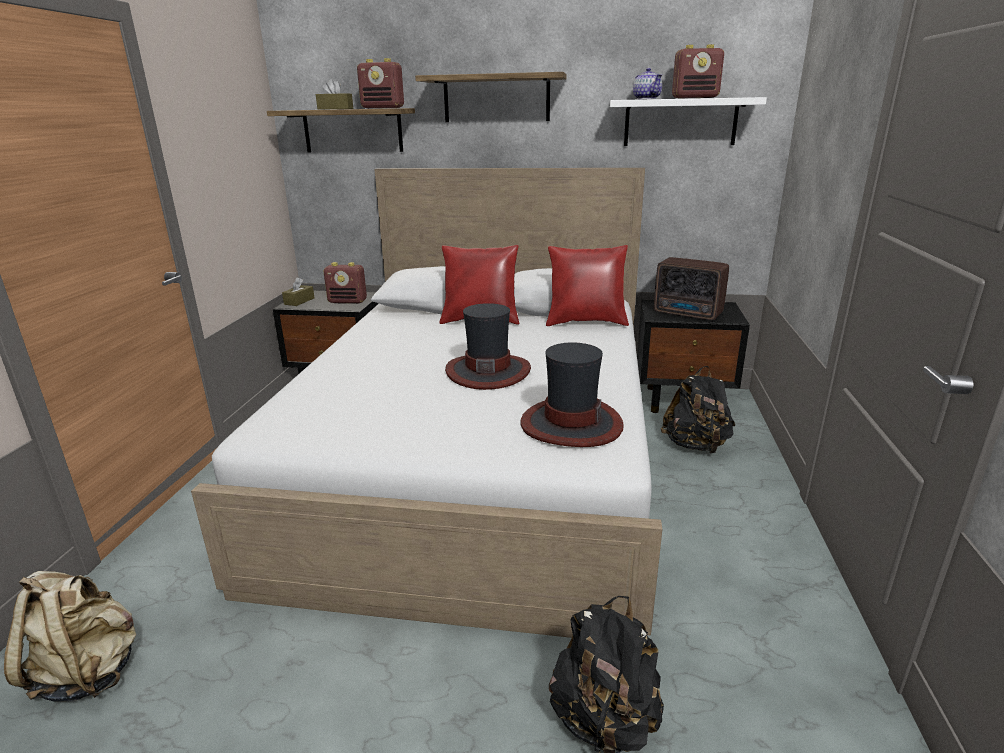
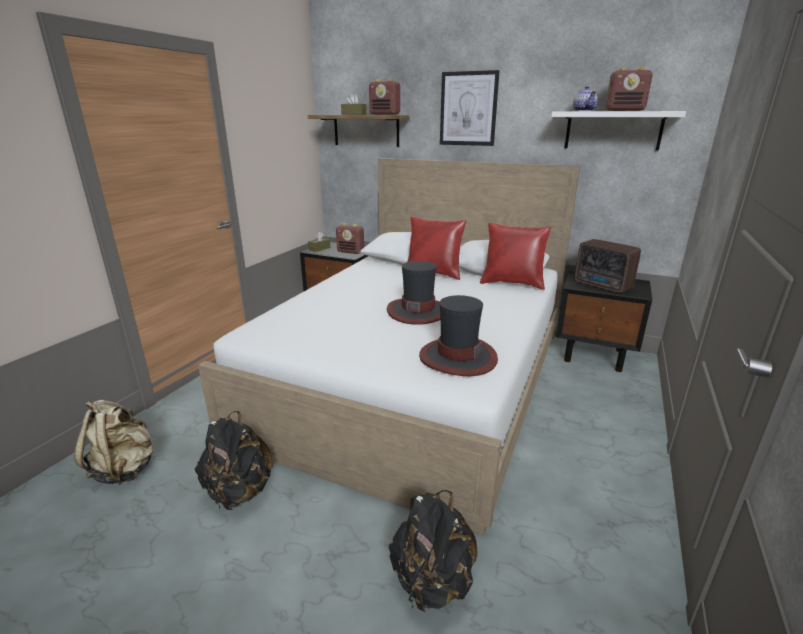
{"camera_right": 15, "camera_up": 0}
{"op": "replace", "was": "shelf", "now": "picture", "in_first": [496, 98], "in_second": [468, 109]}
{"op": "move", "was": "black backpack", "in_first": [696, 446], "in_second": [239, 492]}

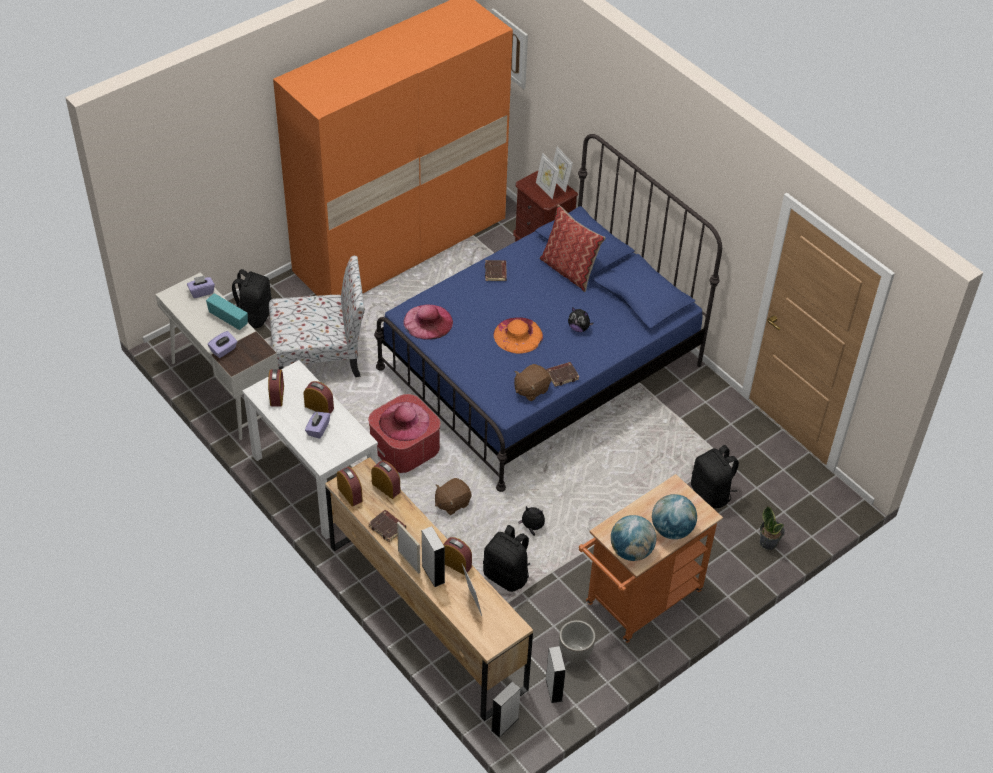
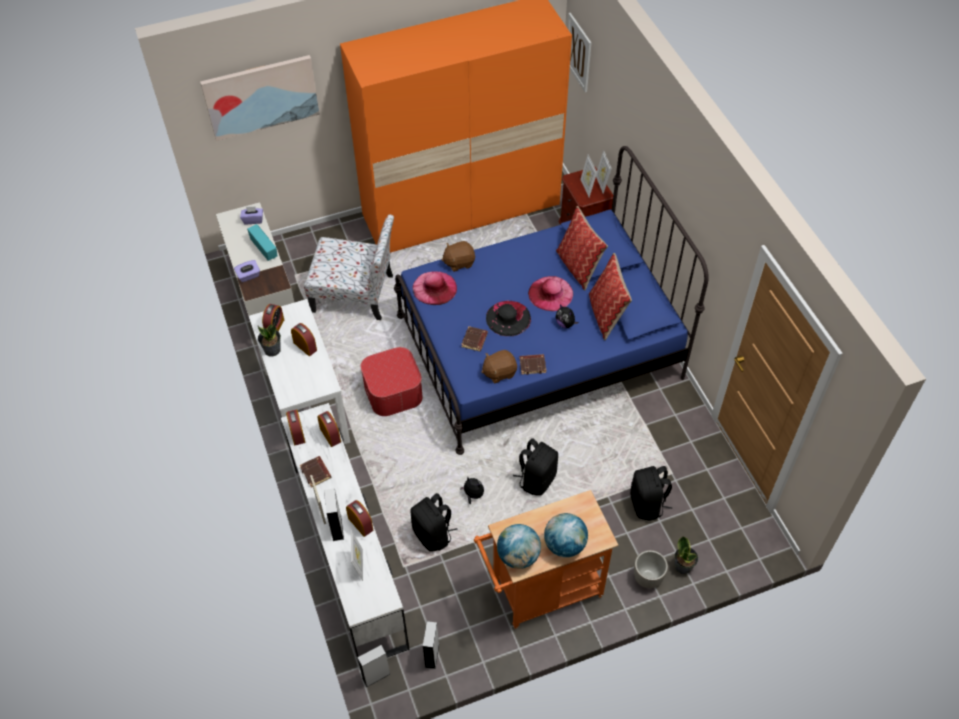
{"camera_right": 20, "camera_up": 5}
{"op": "move", "was": "black backpack", "in_first": [254, 315], "in_second": [536, 479]}
{"op": "delete", "was": "purple tissue box", "in_first": [318, 429]}
{"op": "recolor", "was": "brown dresser", "now": "white dresser", "in_first": [426, 616], "in_second": [349, 554]}
{"op": "move", "was": "pink hat", "in_first": [404, 421], "in_second": [550, 293]}
{"op": "move", "was": "brown plush toy", "in_first": [452, 503], "in_second": [459, 262]}
{"op": "move", "was": "brown book", "in_first": [496, 272], "in_second": [474, 340]}
{"op": "recolor", "was": "orange hat", "now": "black hat", "in_first": [518, 335], "in_second": [508, 318]}
{"op": "move", "was": "planter", "in_first": [575, 653], "in_second": [647, 578]}
{"op": "insert", "now": "picture", "in_second": [261, 96]}
{"op": "insert", "now": "potted plant", "in_second": [272, 349]}
{"op": "insert", "now": "pillow", "in_second": [606, 315]}

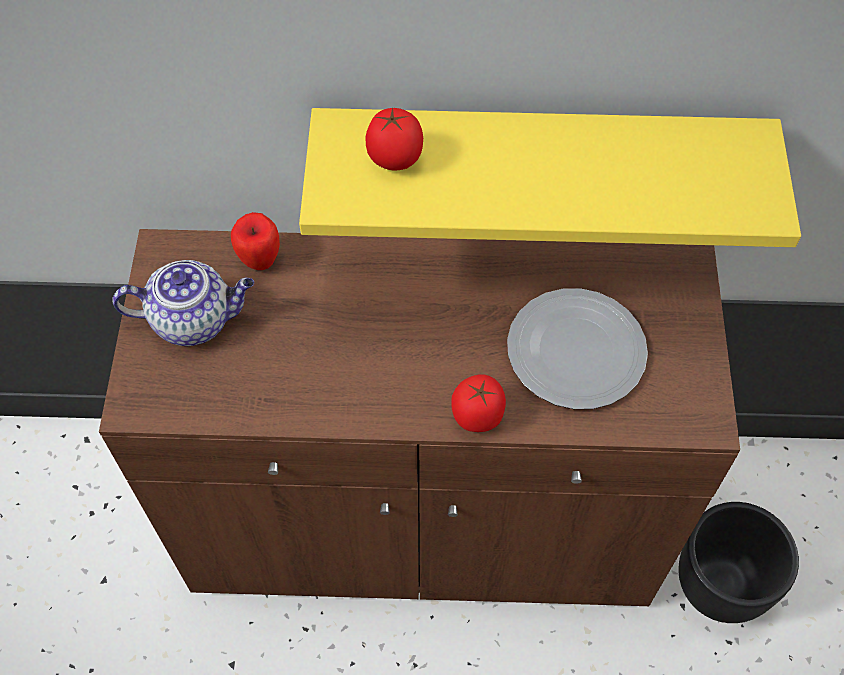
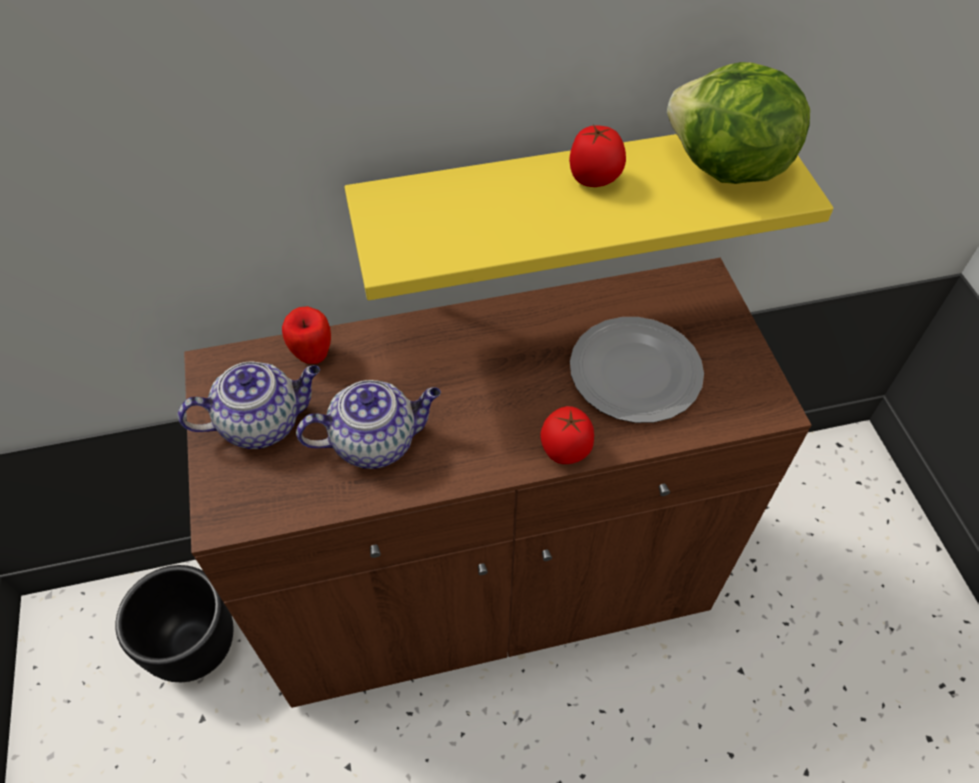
{"camera_right": -15, "camera_up": -5}
{"op": "move", "was": "tomato", "in_first": [395, 160], "in_second": [594, 180]}
{"op": "move", "was": "black planter", "in_first": [719, 583], "in_second": [195, 645]}
{"op": "insert", "now": "teapot", "in_second": [376, 441]}
{"op": "insert", "now": "lettuce", "in_second": [726, 168]}

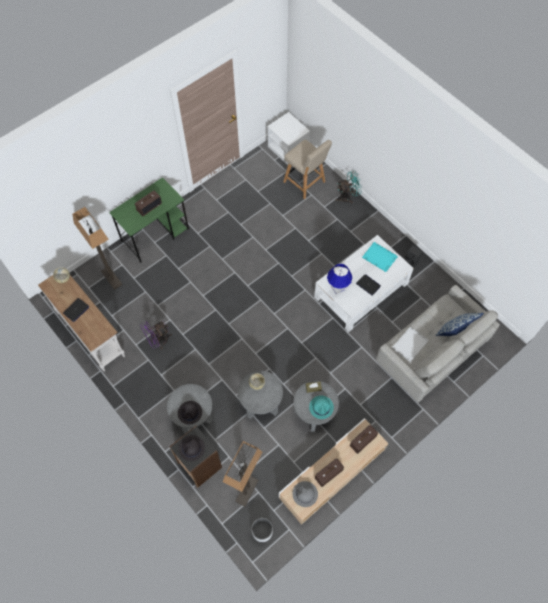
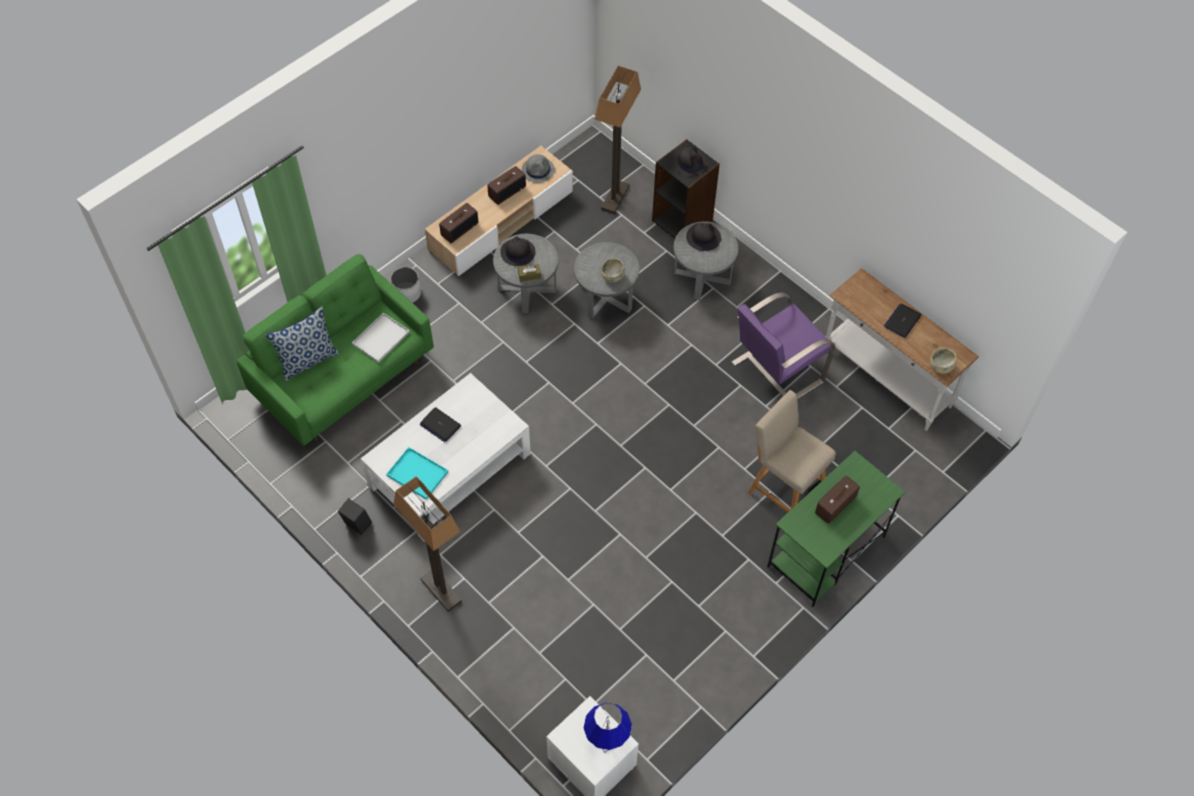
{"camera_right": 175, "camera_up": -5}
{"op": "move", "was": "floor lamp", "in_first": [112, 278], "in_second": [440, 590]}
{"op": "replace", "was": "purple fan", "now": "purple armchair", "in_first": [158, 341], "in_second": [776, 372]}
{"op": "move", "was": "white planter", "in_first": [262, 531], "in_second": [407, 293]}
{"op": "move", "was": "beige chair", "in_first": [305, 183], "in_second": [783, 488]}
{"op": "recolor", "was": "turquoise hat", "now": "black hat", "in_first": [321, 407], "in_second": [517, 252]}
{"op": "move", "was": "blue table lamp", "in_first": [337, 288], "in_second": [607, 740]}
{"op": "delete", "was": "turquoise fan", "in_first": [347, 197]}
{"op": "recolor", "was": "grey sofa", "now": "green sofa", "in_first": [431, 353], "in_second": [344, 377]}

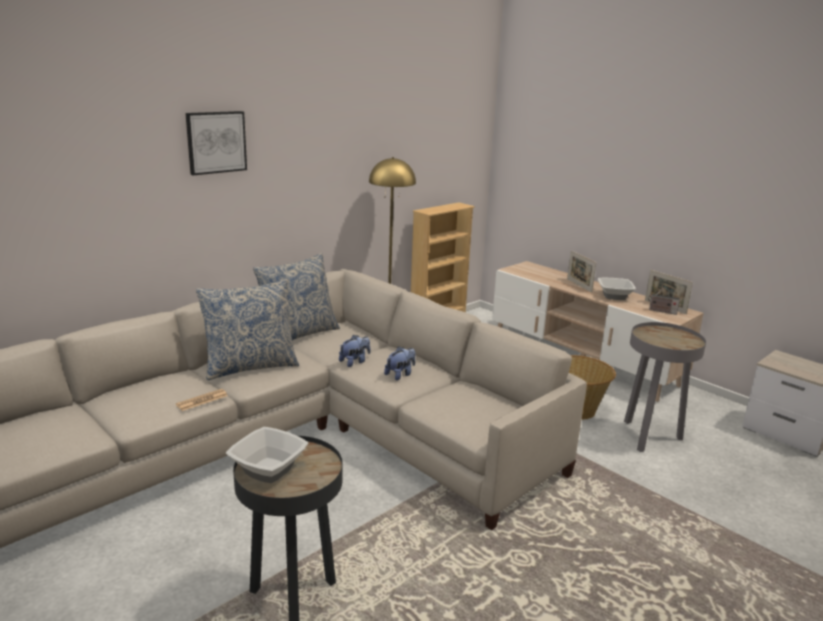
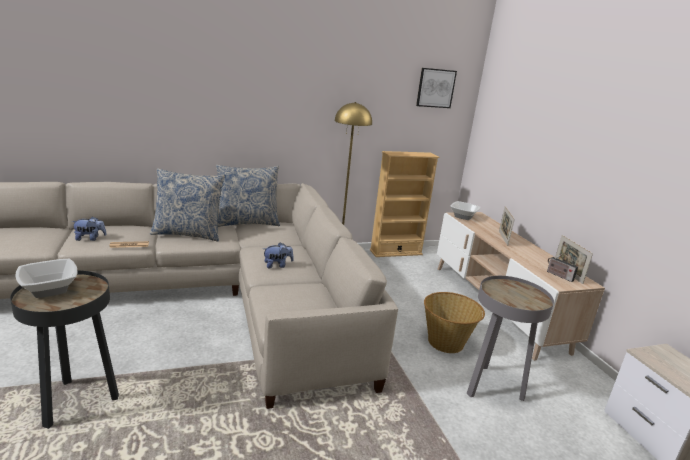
{"camera_right": 25, "camera_up": 0}
{"op": "move", "was": "picture", "in_first": [216, 142], "in_second": [435, 88]}
{"op": "move", "was": "plush toy", "in_first": [355, 362], "in_second": [90, 238]}
{"op": "move", "was": "bowl", "in_first": [614, 296], "in_second": [464, 217]}

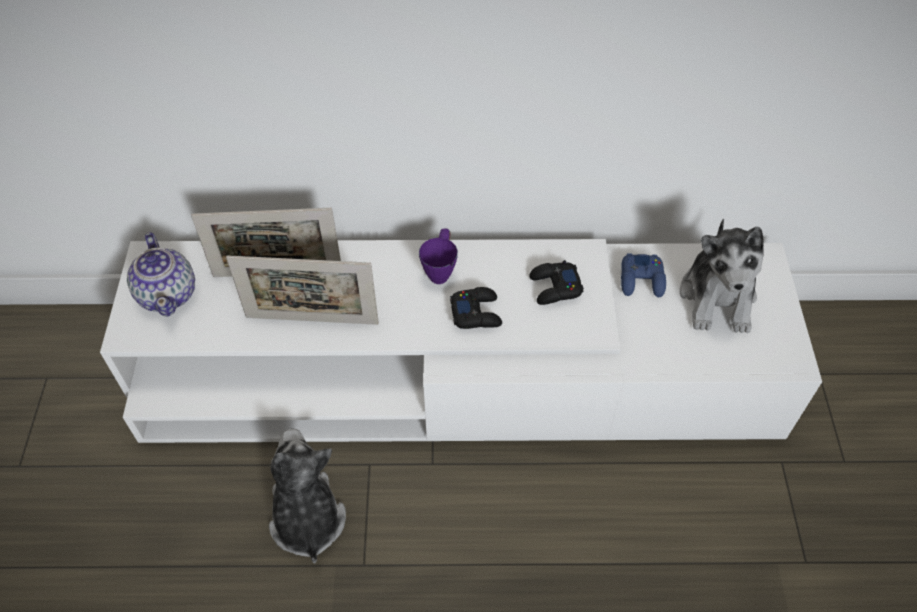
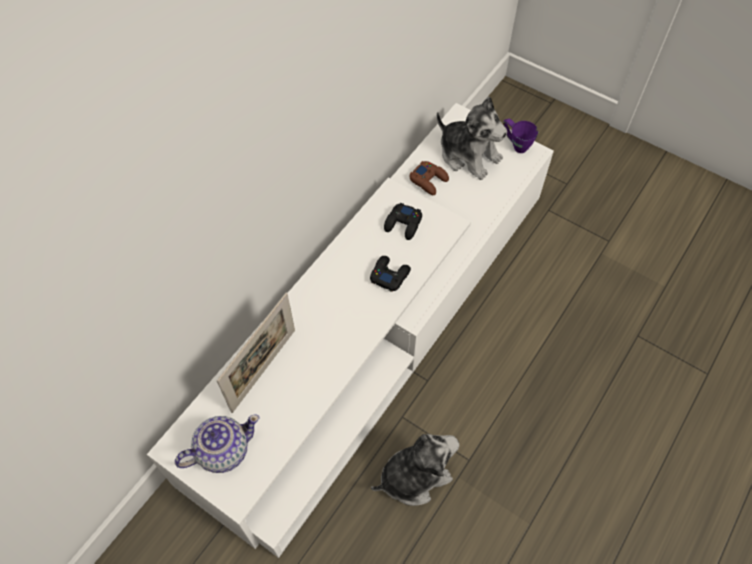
{"camera_right": -55, "camera_up": 5}
{"op": "rotate", "was": "teapot", "in_first": [168, 293], "in_second": [222, 450], "clockwise": -45}
{"op": "delete", "was": "picture frame", "in_first": [312, 320]}
{"op": "rotate", "was": "plush toy", "in_first": [307, 518], "in_second": [414, 476], "clockwise": 135}
{"op": "move", "was": "purple mug", "in_first": [440, 269], "in_second": [515, 145]}
{"op": "recolor", "was": "blue game controller", "now": "brown game controller", "in_first": [642, 280], "in_second": [429, 180]}

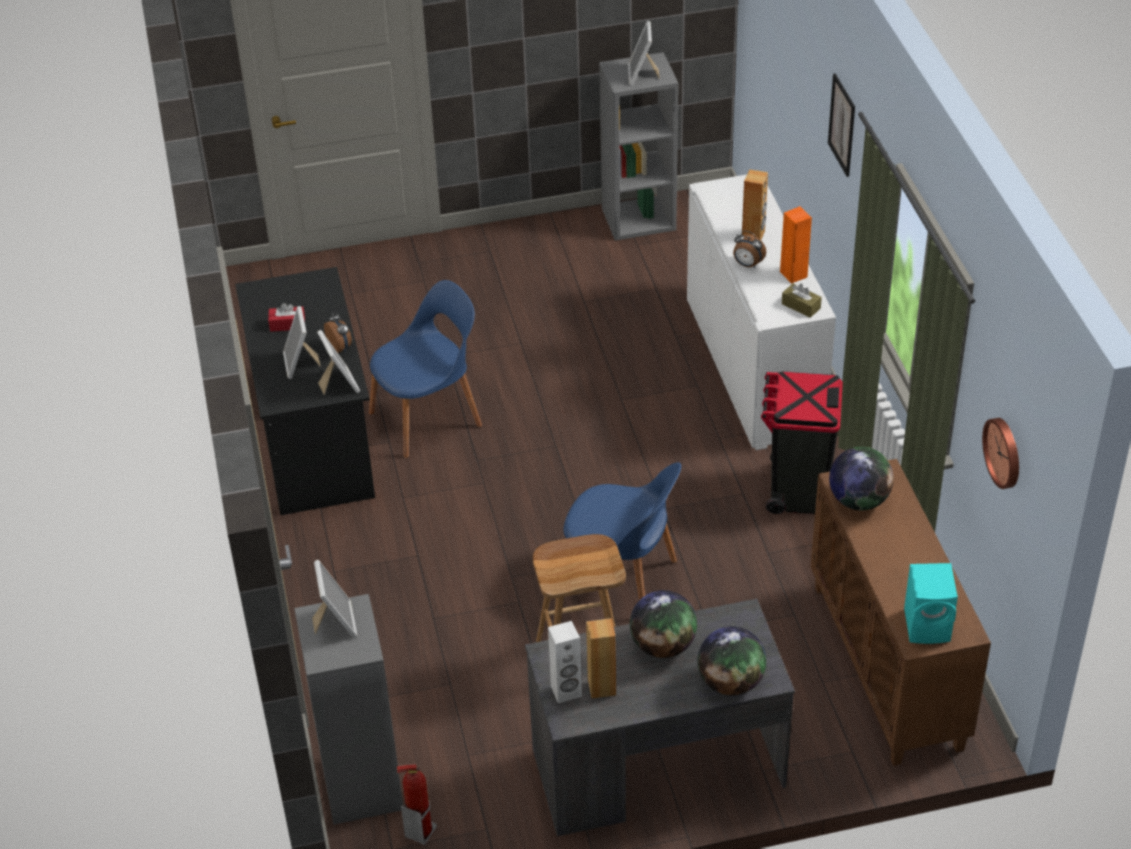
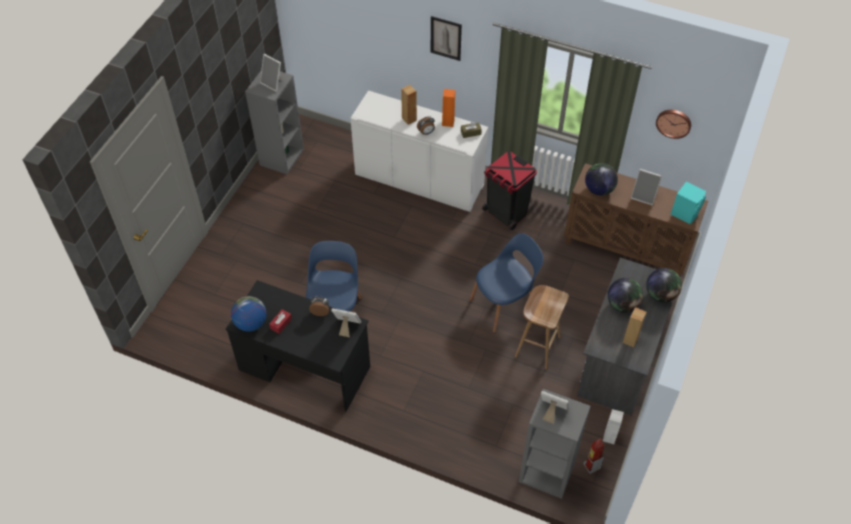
{"camera_right": -55, "camera_up": 10}
{"op": "move", "was": "picture frame", "in_first": [301, 364], "in_second": [644, 196]}
{"op": "move", "was": "white speaker", "in_first": [566, 691], "in_second": [609, 437]}
{"op": "insert", "now": "globe", "in_second": [251, 323]}

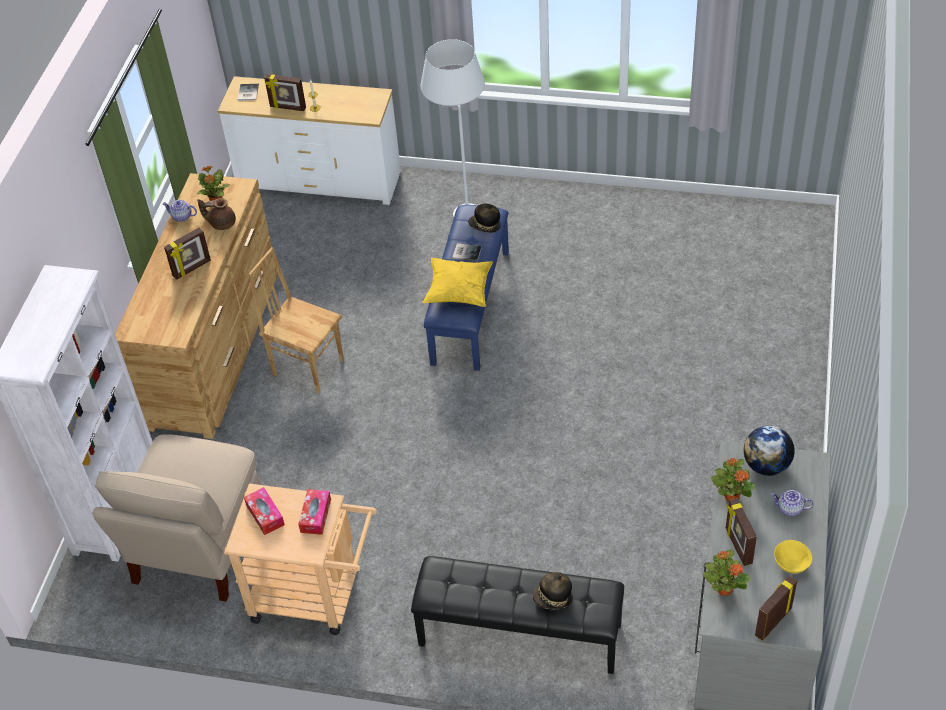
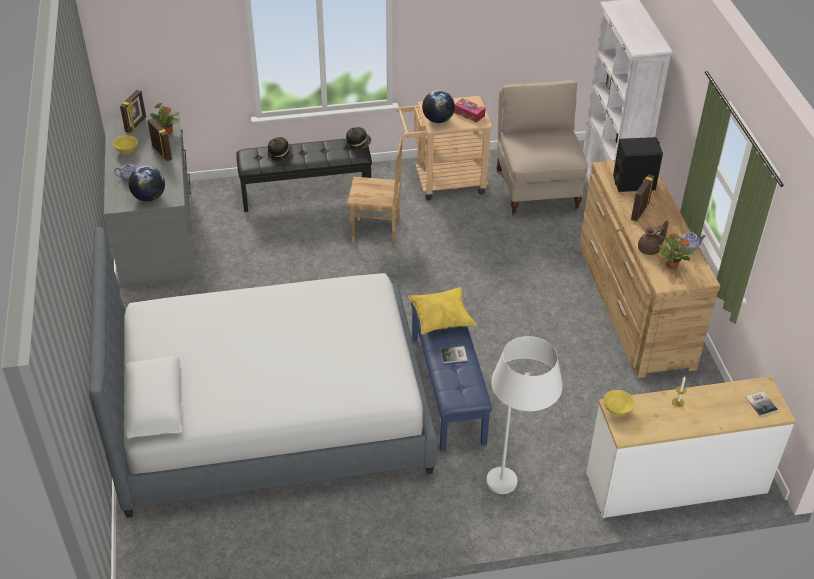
{"camera_right": 155, "camera_up": -5}
{"op": "move", "was": "brown chair", "in_first": [308, 367], "in_second": [376, 233]}
{"op": "delete", "was": "picture frame", "in_first": [287, 108]}
{"op": "replace", "was": "tissue box", "now": "globe", "in_first": [315, 516], "in_second": [438, 120]}
{"op": "move", "was": "hat", "in_first": [485, 226], "in_second": [358, 144]}
{"op": "delete", "was": "potted plant", "in_first": [731, 496]}
{"op": "insert", "now": "bed", "in_second": [271, 412]}
{"op": "insert", "now": "yellow bowl", "in_second": [617, 409]}
{"op": "insert", "now": "black speaker", "in_second": [634, 183]}

